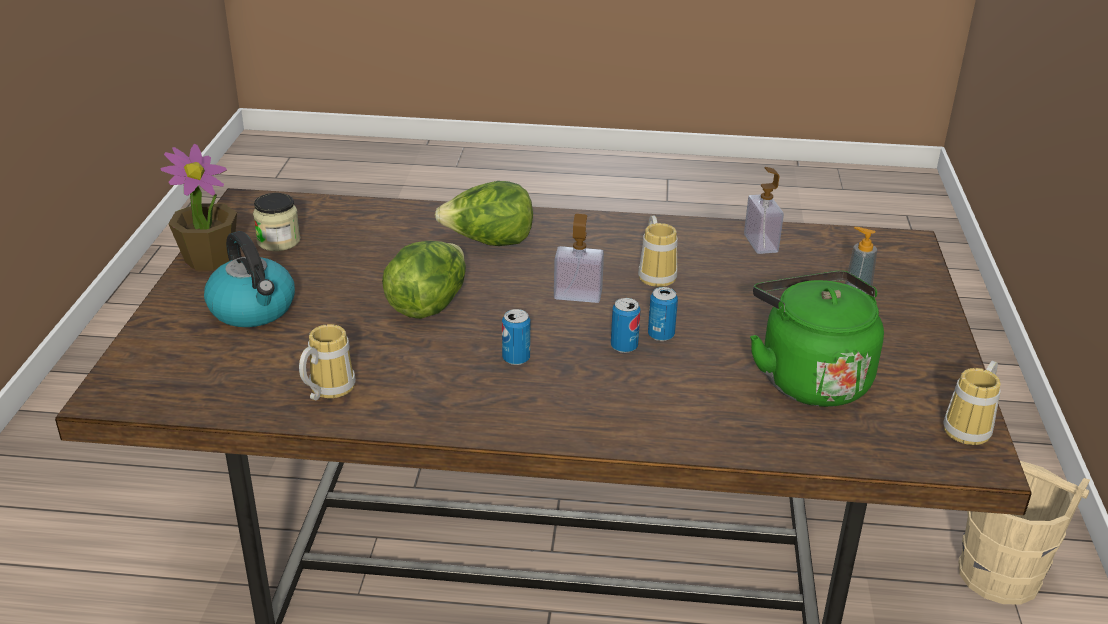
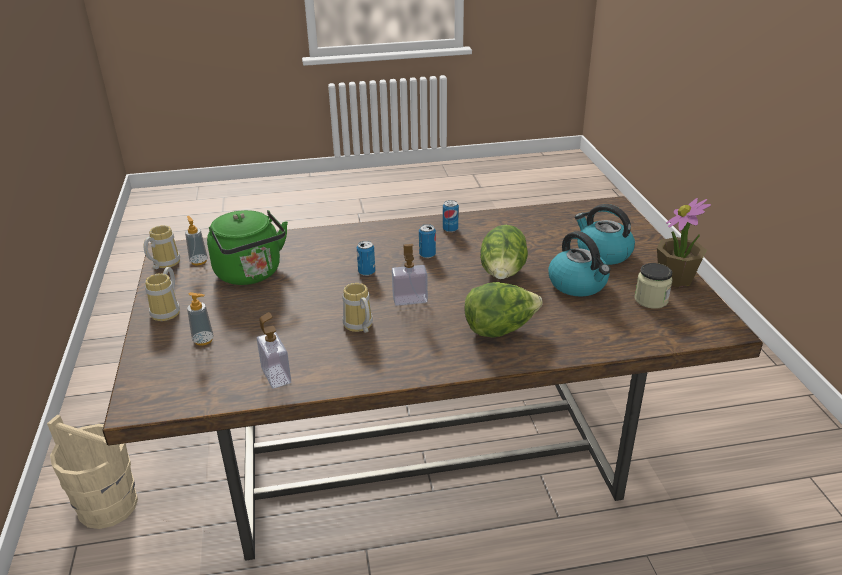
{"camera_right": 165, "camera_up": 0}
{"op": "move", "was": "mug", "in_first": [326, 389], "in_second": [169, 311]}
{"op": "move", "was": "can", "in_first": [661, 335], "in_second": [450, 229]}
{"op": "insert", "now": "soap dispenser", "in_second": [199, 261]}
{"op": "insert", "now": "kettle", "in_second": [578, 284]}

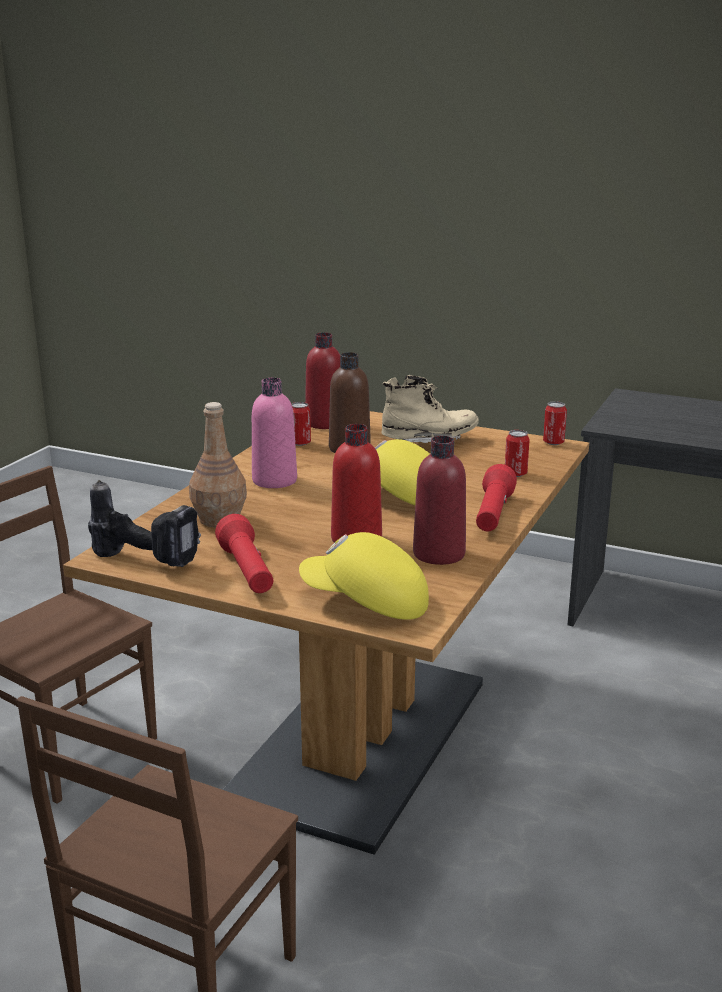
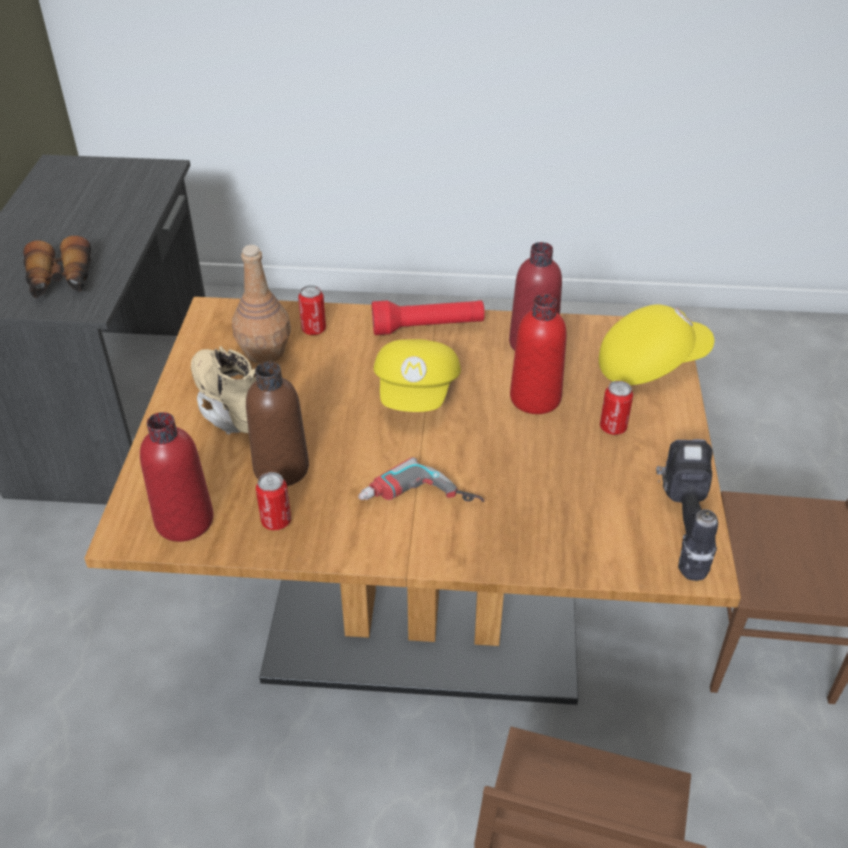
{"camera_right": -110, "camera_up": 20}
{"op": "move", "was": "brown bottle", "in_first": [220, 519], "in_second": [264, 351]}
{"op": "delete", "was": "red flashlight", "in_first": [247, 572]}
{"op": "replace", "was": "pink bottle", "now": "power drill", "in_first": [274, 480], "in_second": [419, 503]}
{"op": "rotate", "was": "yellow cap", "in_first": [366, 603], "in_second": [650, 363], "clockwise": -105}
{"op": "move", "was": "can", "in_first": [553, 442], "in_second": [613, 427]}
{"op": "insert", "now": "binoculars", "in_second": [60, 282]}

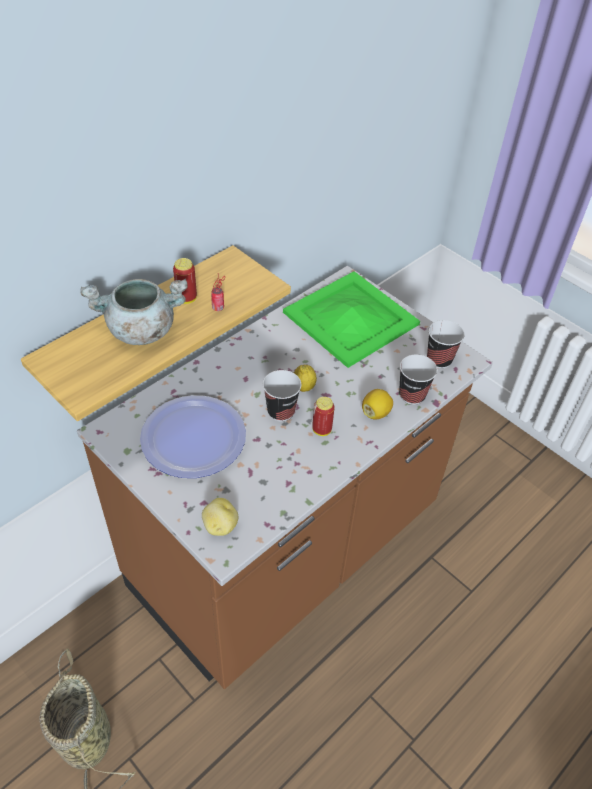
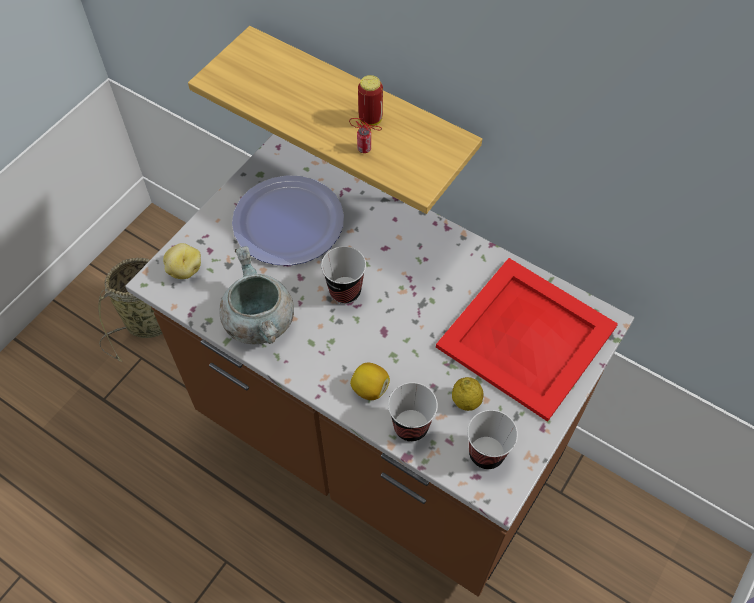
{"camera_right": 80, "camera_up": 10}
{"op": "move", "was": "grey cooking pot", "in_first": [141, 331], "in_second": [259, 321]}
{"op": "recolor", "was": "green tray", "now": "red tray", "in_first": [352, 318], "in_second": [527, 338]}
{"op": "move", "was": "lemon", "in_first": [303, 387], "in_second": [466, 401]}
{"op": "delete", "was": "can", "in_first": [321, 430]}

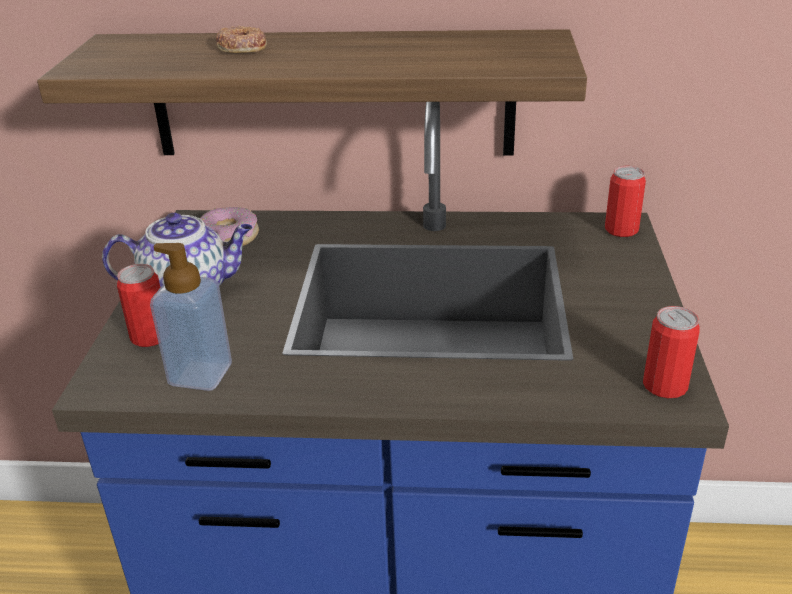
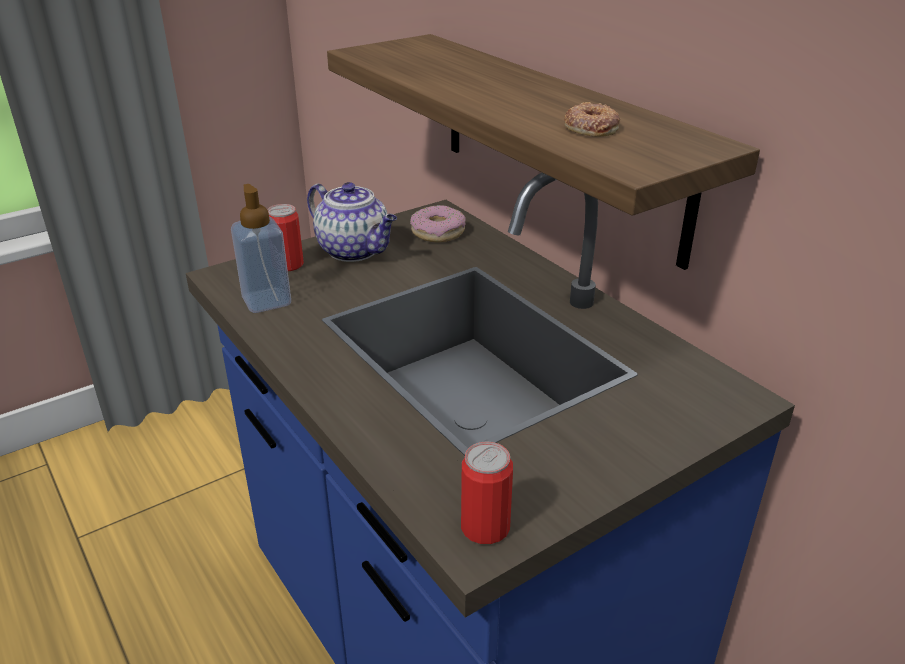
{"camera_right": 50, "camera_up": 0}
{"op": "move", "was": "donut", "in_first": [241, 47], "in_second": [590, 127]}
{"op": "delete", "was": "can", "in_first": [621, 230]}

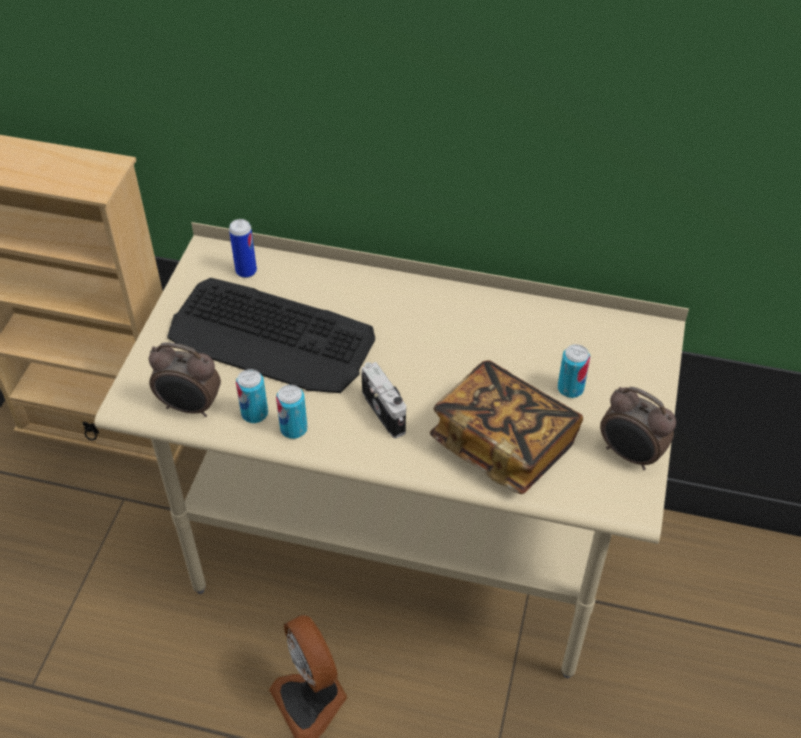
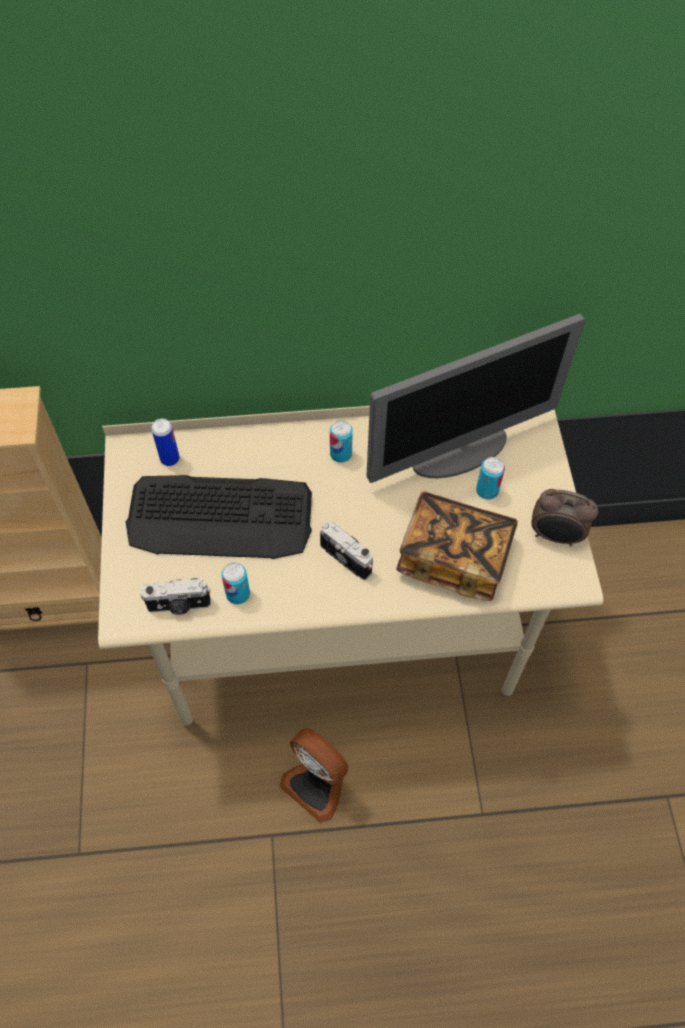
{"camera_right": -20, "camera_up": 10}
{"op": "replace", "was": "alarm clock", "now": "photo camera", "in_first": [190, 407], "in_second": [179, 606]}
{"op": "move", "was": "can", "in_first": [293, 429], "in_second": [341, 454]}
{"op": "insert", "now": "monitor", "in_second": [460, 451]}

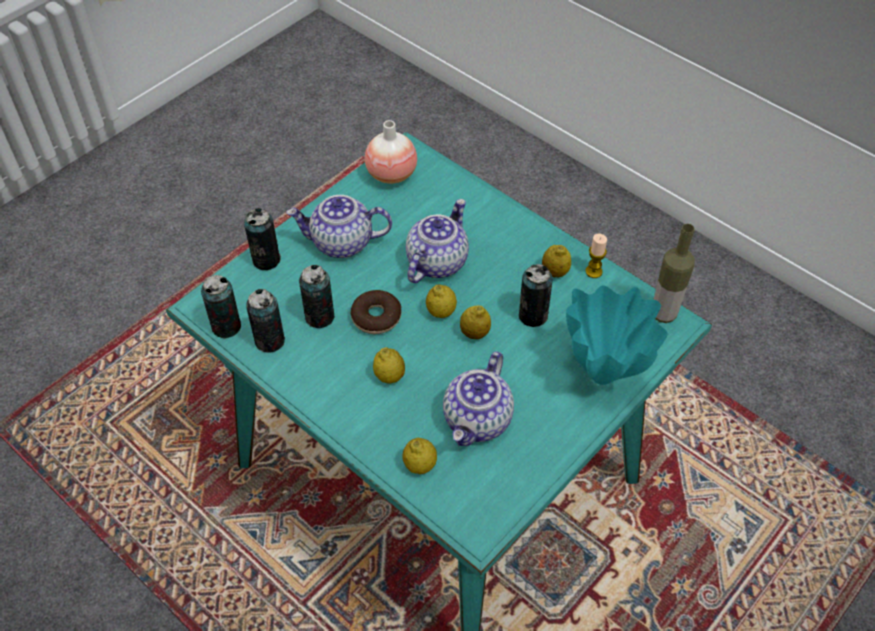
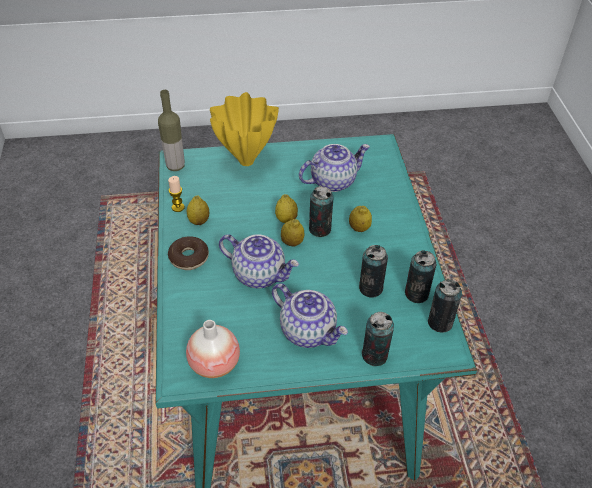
{"camera_right": -140, "camera_up": -5}
{"op": "move", "was": "donut", "in_first": [376, 317], "in_second": [189, 257]}
{"op": "delete", "was": "lemon", "in_first": [420, 465]}
{"op": "rotate", "was": "teapot", "in_first": [436, 261], "in_second": [259, 274], "clockwise": -135}
{"op": "move", "was": "can", "in_first": [533, 315], "in_second": [320, 229]}
{"op": "recolor", "was": "turquoise vase", "now": "yellow vase", "in_first": [603, 377], "in_second": [246, 160]}

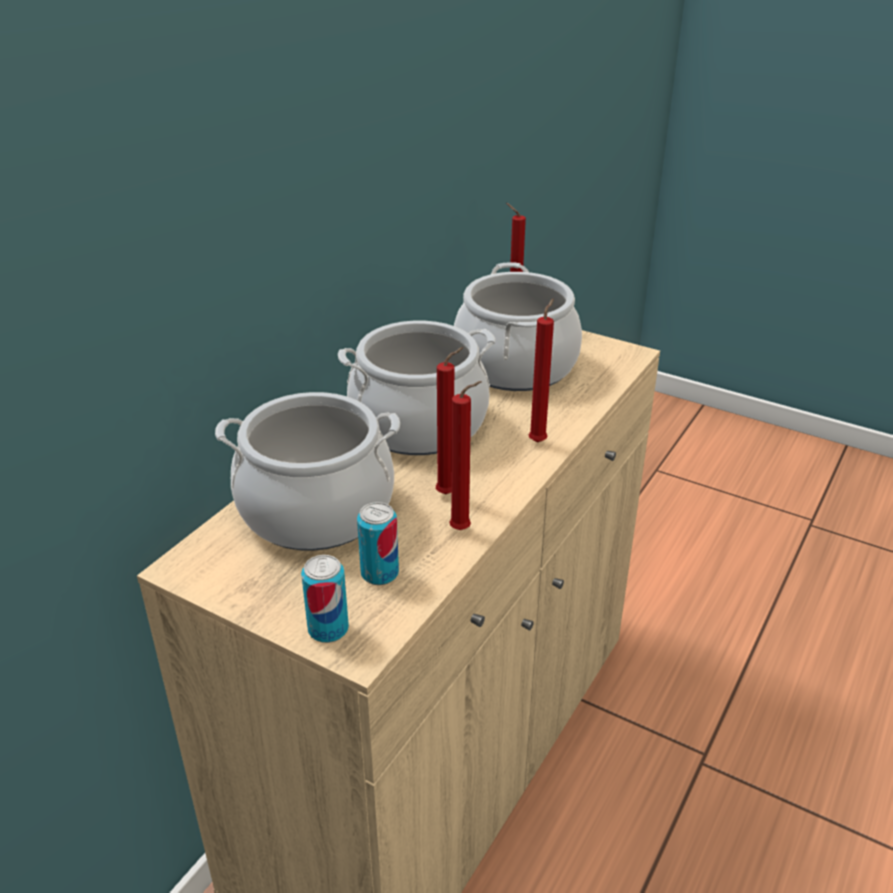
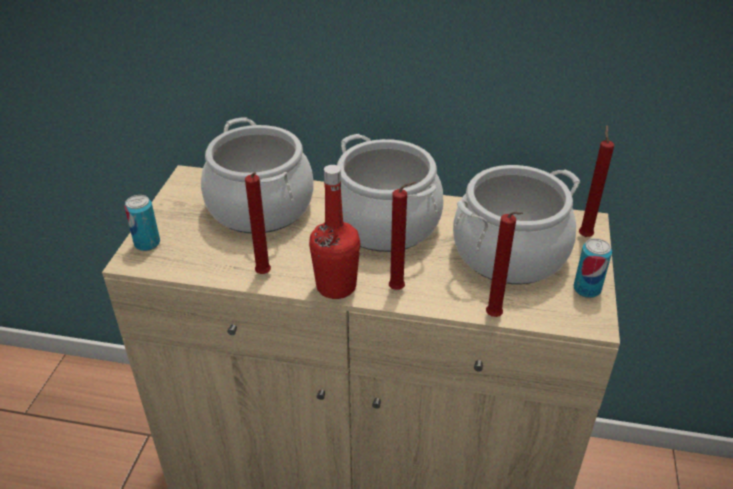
{"camera_right": 70, "camera_up": 5}
{"op": "move", "was": "can", "in_first": [379, 573], "in_second": [587, 289]}
{"op": "move", "was": "red candle", "in_first": [449, 493], "in_second": [495, 317]}
{"op": "insert", "now": "red bottle", "in_second": [336, 286]}

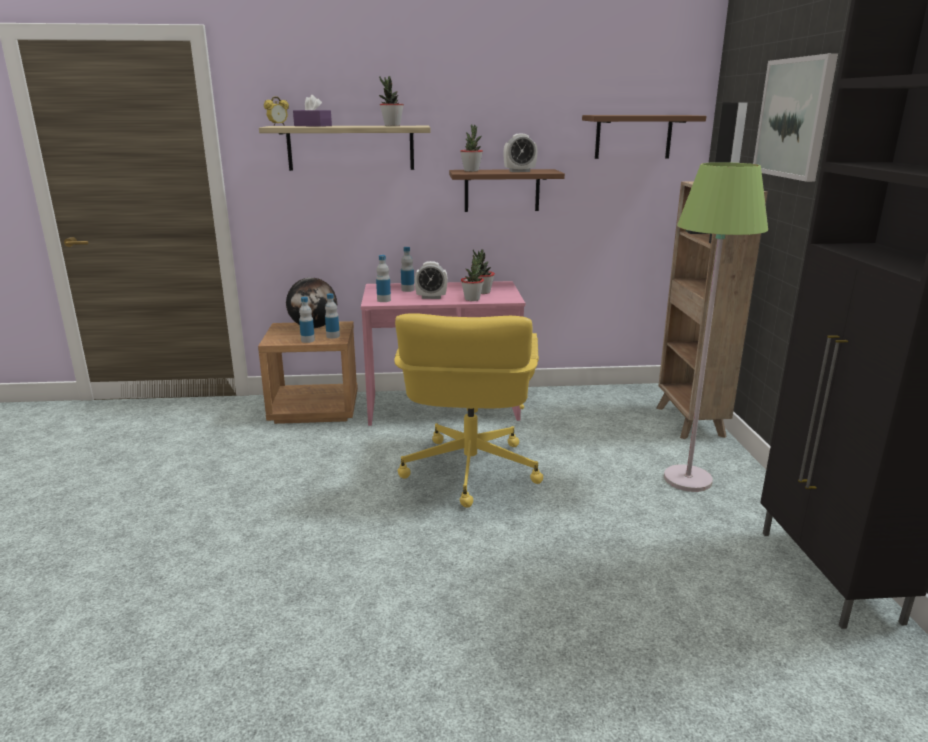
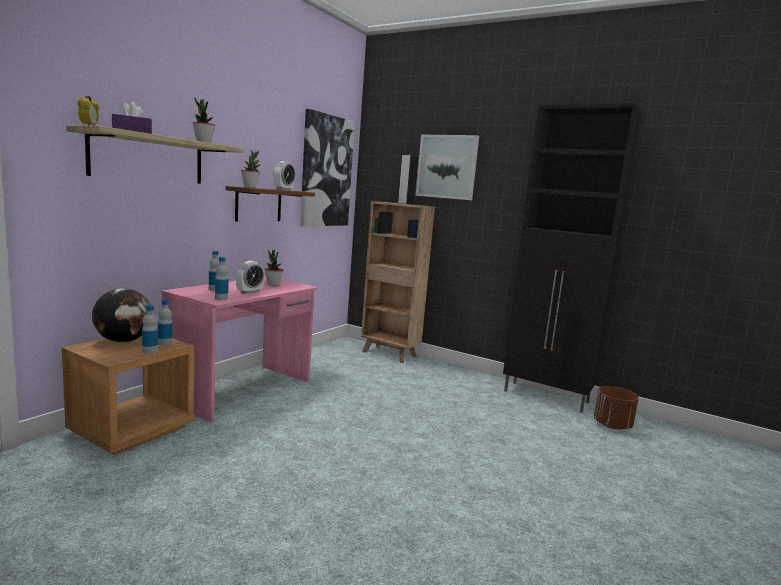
{"camera_right": -55, "camera_up": -10}
{"op": "delete", "was": "yellow office chair", "in_first": [469, 471]}
{"op": "delete", "was": "potted plant", "in_first": [472, 299]}
{"op": "replace", "was": "brown shelf", "now": "picture", "in_first": [633, 137], "in_second": [326, 171]}
{"op": "delete", "was": "green floor lamp", "in_first": [688, 479]}
{"op": "insert", "now": "brown planter", "in_second": [612, 426]}

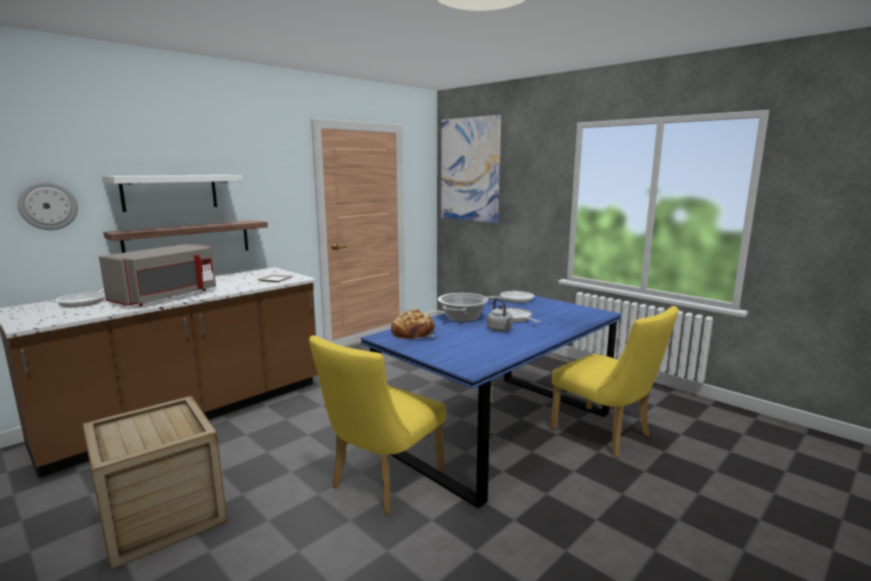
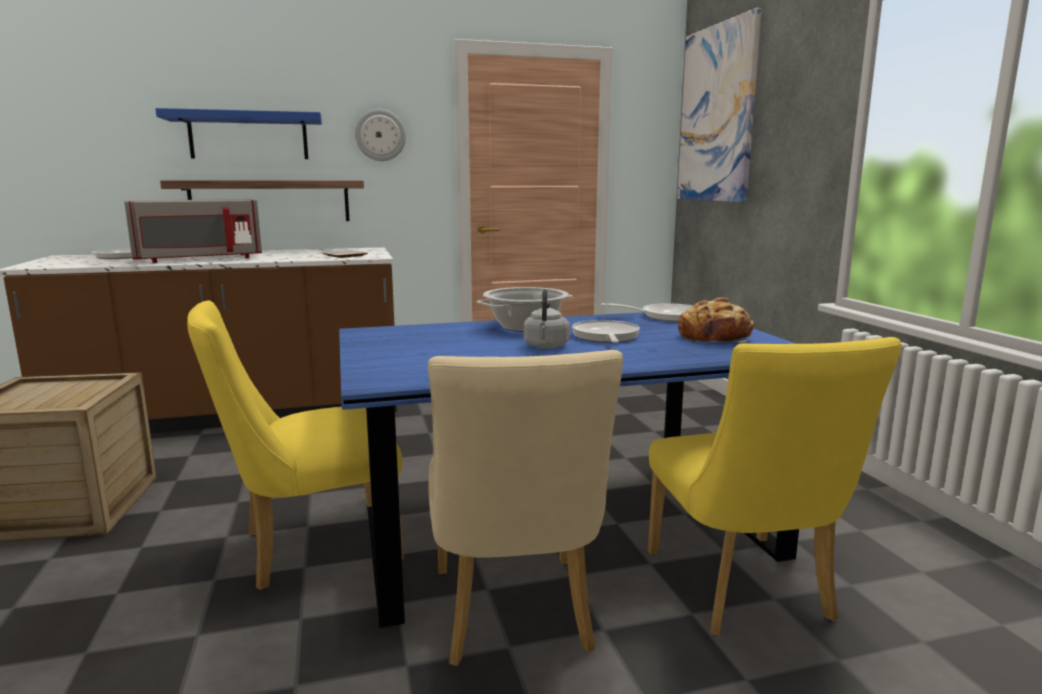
{"camera_right": 30, "camera_up": 0}
{"op": "move", "was": "wall clock", "in_first": [48, 205], "in_second": [380, 135]}
{"op": "recolor", "was": "white shelf", "now": "blue shelf", "in_first": [170, 192], "in_second": [249, 137]}
{"op": "move", "was": "bread", "in_first": [413, 333], "in_second": [715, 338]}
{"op": "insert", "now": "beige chair", "in_second": [514, 618]}

